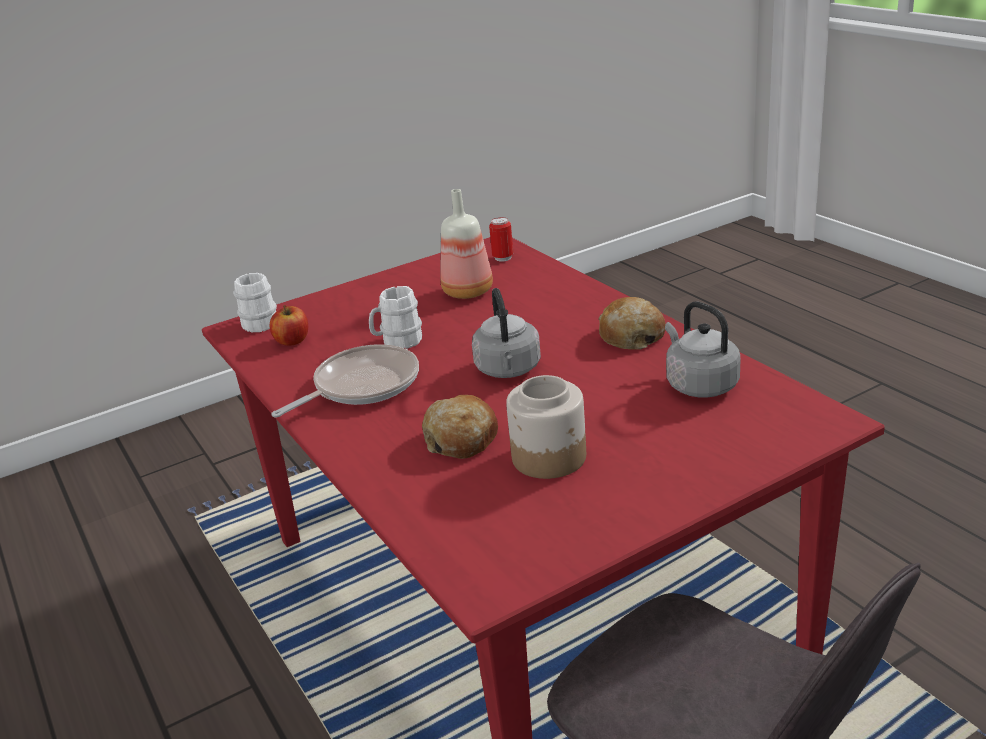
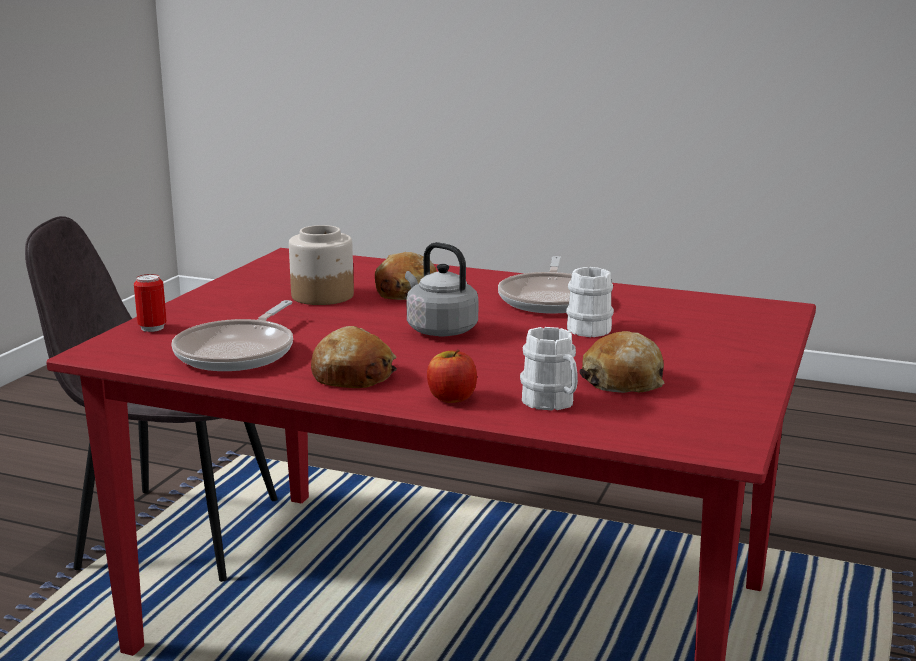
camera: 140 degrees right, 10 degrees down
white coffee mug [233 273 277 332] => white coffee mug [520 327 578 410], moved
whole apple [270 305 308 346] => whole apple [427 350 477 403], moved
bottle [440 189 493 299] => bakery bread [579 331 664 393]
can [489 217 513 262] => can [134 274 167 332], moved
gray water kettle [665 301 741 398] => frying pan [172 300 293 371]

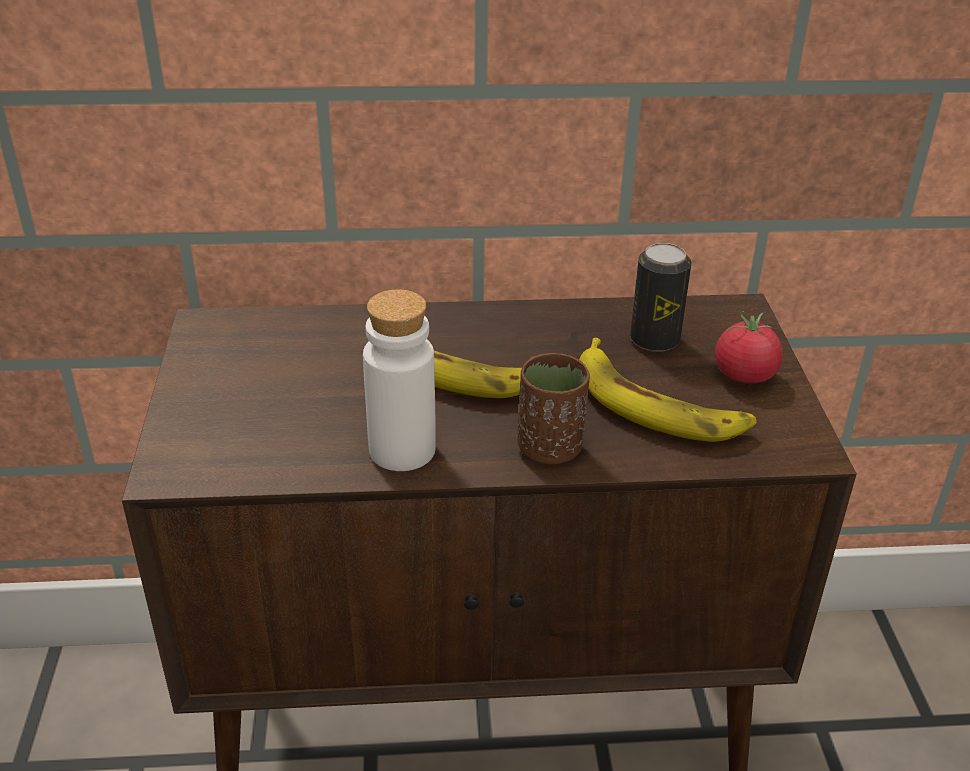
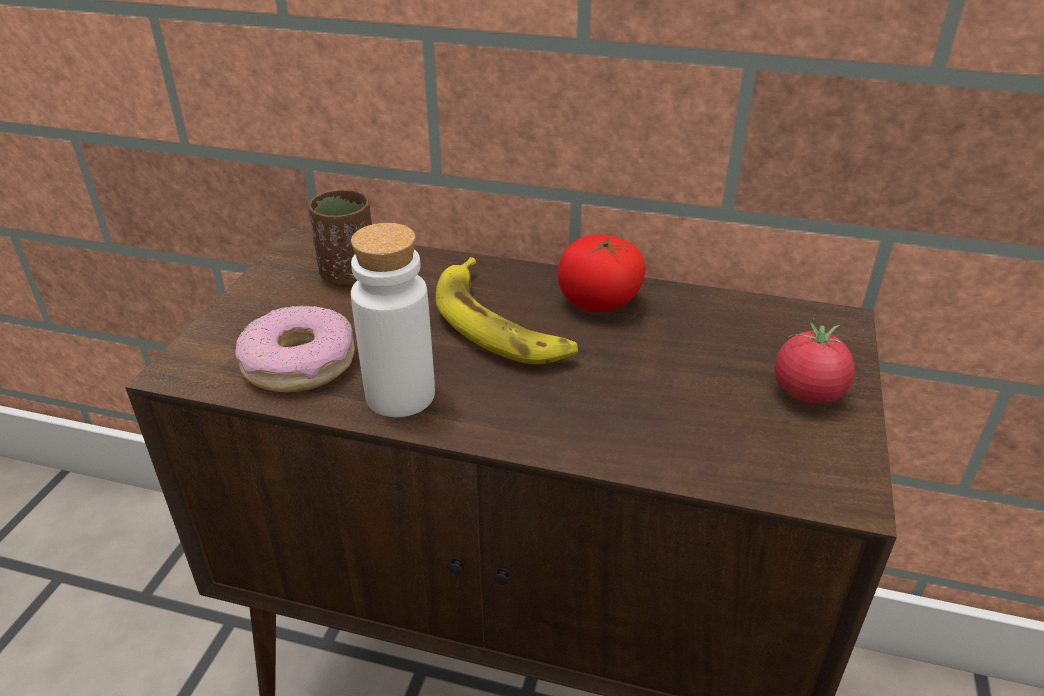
camera: 20 degrees right, 0 degrees up
brown-coloured small cup [518 353 590 464] => brown-coloured small cup [309 189 372 287], moved
banana [579 338 757 442] => nothing
can [630 243 692 352] => nothing
nothing => donut [235 306 355 392]
nothing => fresh tomato [557 235 646 312]

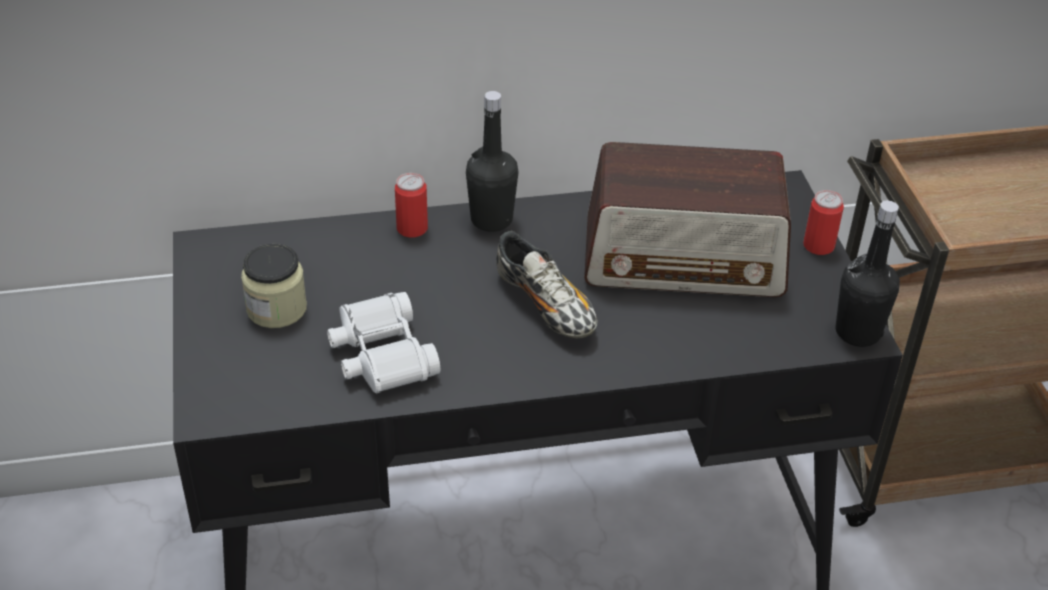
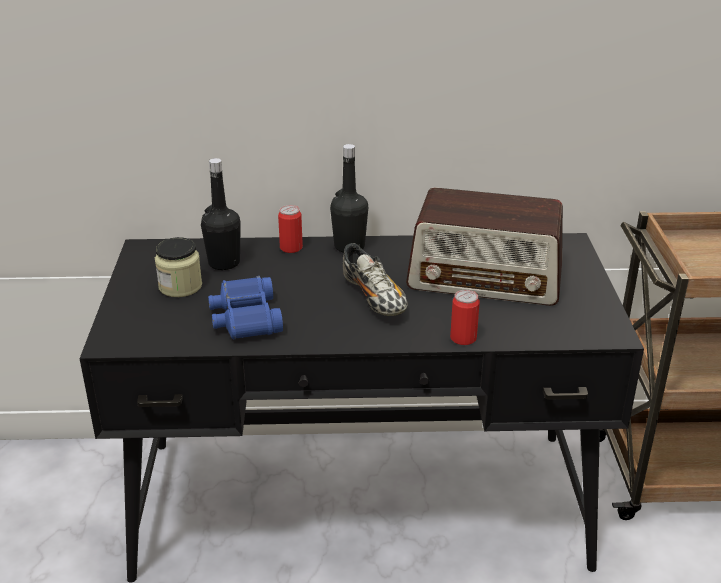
camera: 10 degrees right, 10 degrees down
white field glasses [327 292 440 393] => bluish field glasses [208 276 283 339]
can [803 190 844 255] => can [450 290 480 345], moved
black bottle [836 201 900 347] => black bottle [201 158 241 270], moved

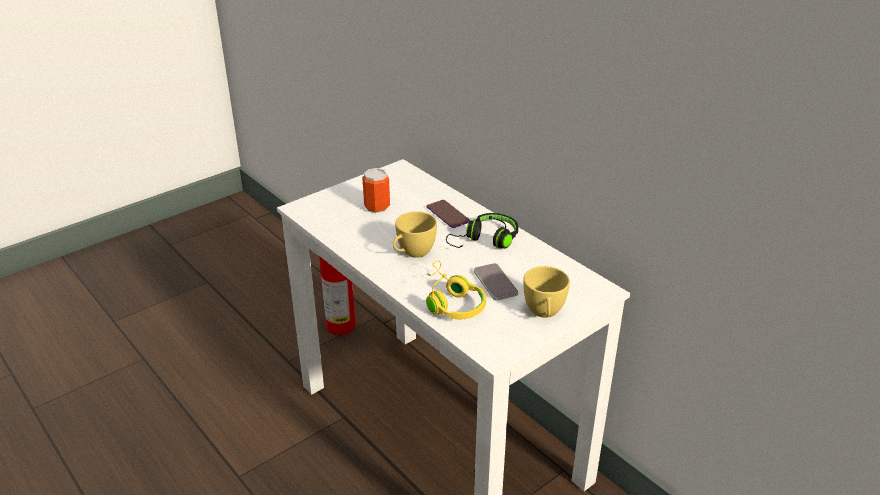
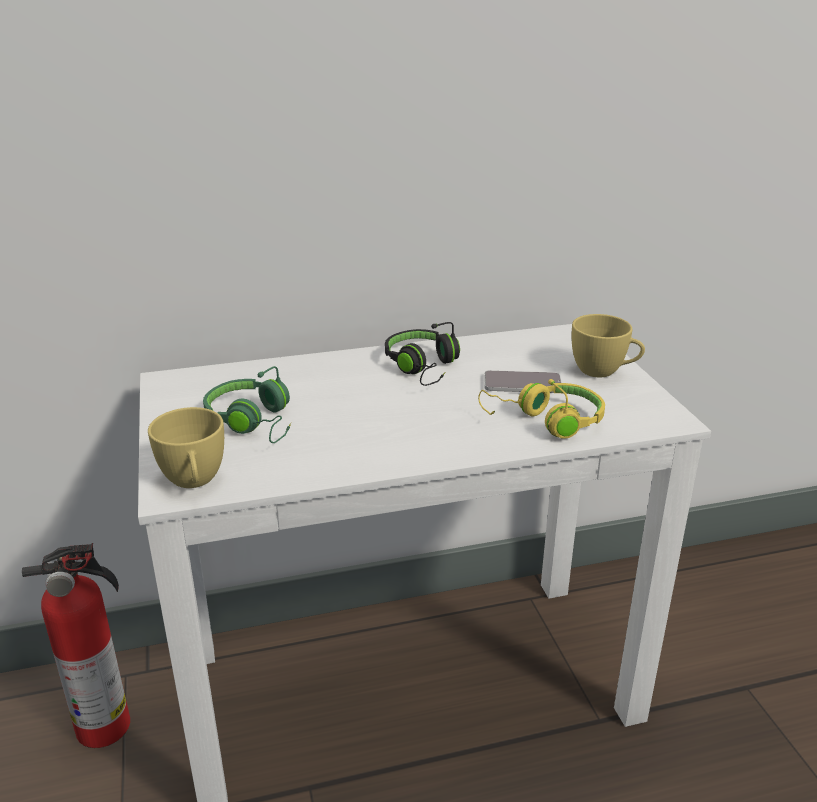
camera: 65 degrees left, 5 degrees down
can [362 168 390 213] => green-coloured headphones [203 366 291 443]
yellow-coloured small cup [392 211 437 258] => yellow-coloured small cup [148 407 224 488], moved
handset [427 200 470 228] => nothing

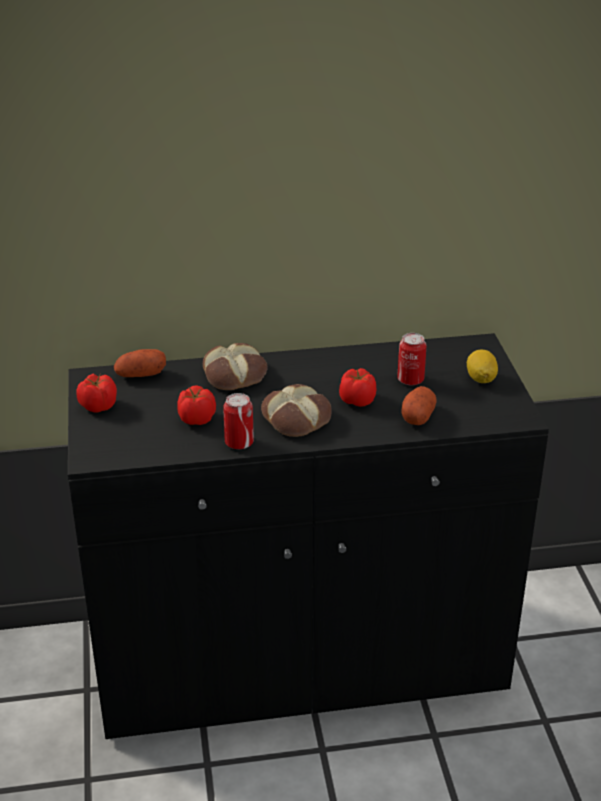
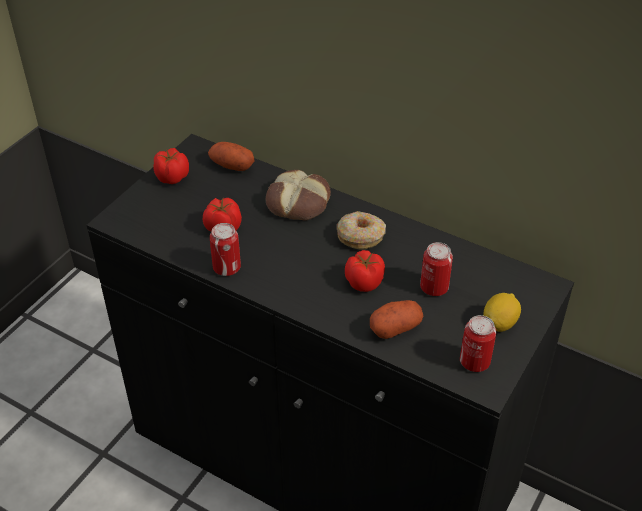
camera: 40 degrees right, 10 degrees up
bakery bread [261 384 332 437] => nothing
nothing => donut [337 211 386 249]
nothing => can [460 315 496 372]

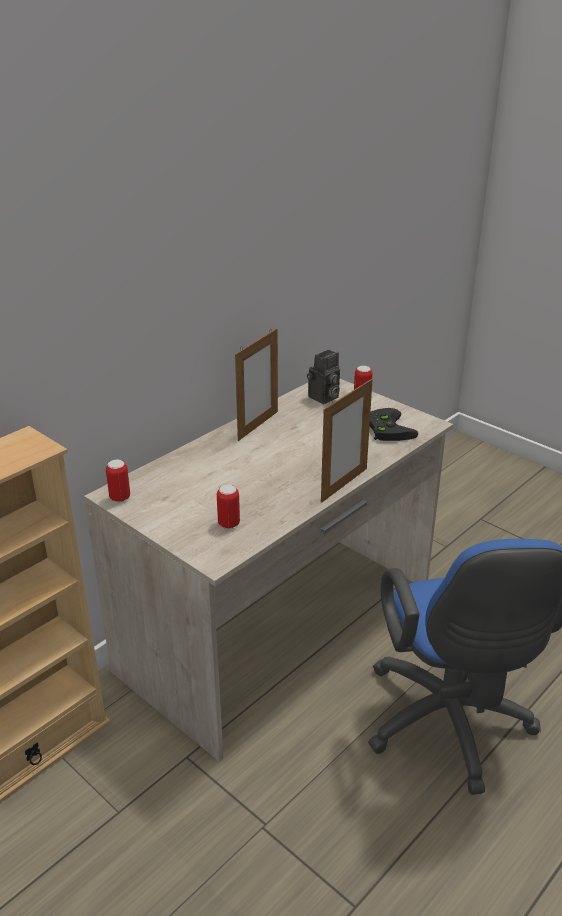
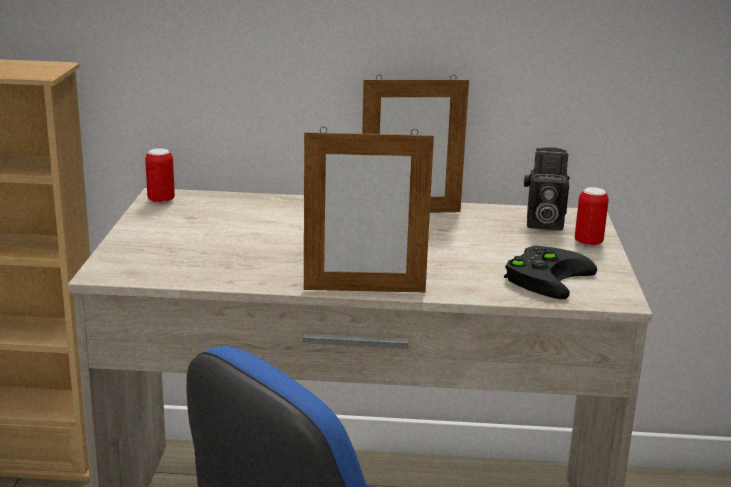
camera: 50 degrees right, 10 degrees down
can [217 484 240 529] => nothing

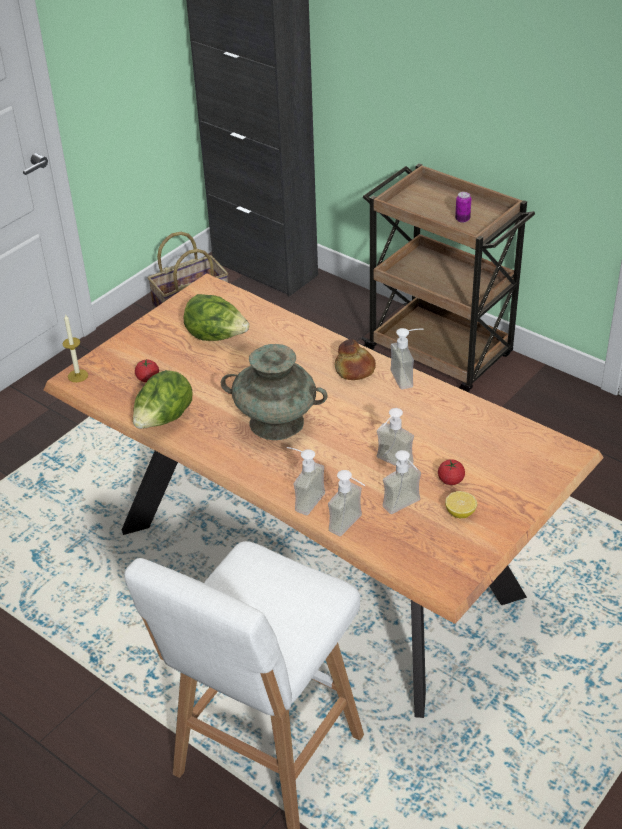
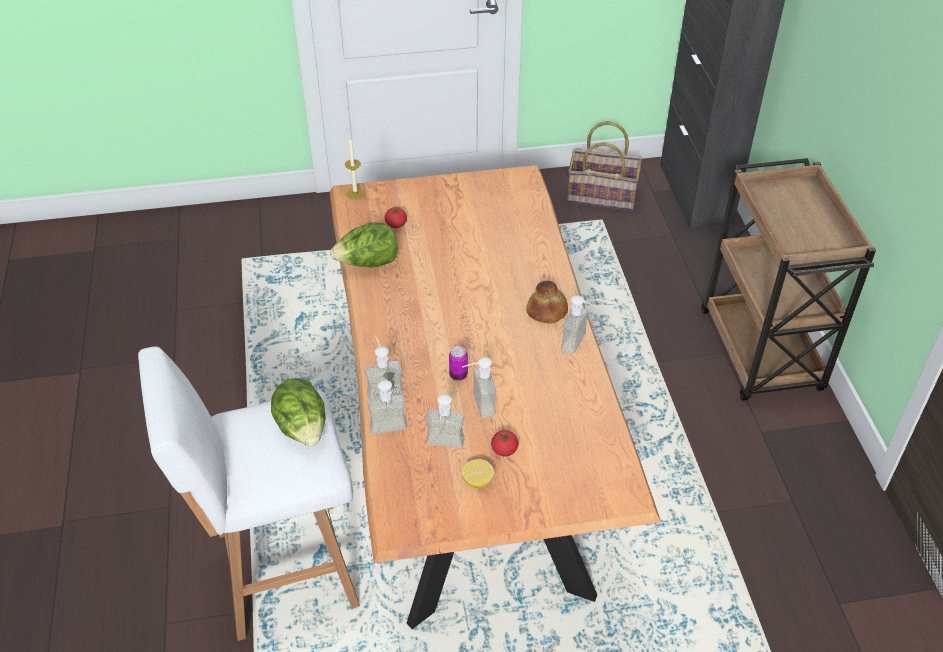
camera: 40 degrees right, 5 degrees up
head of lettuce [184 294 249 341] => head of lettuce [271 378 326 446], moved
blue-green flower vase [221 344 328 440] => nothing
can [455 192 471 223] => can [449 346 468 381], moved

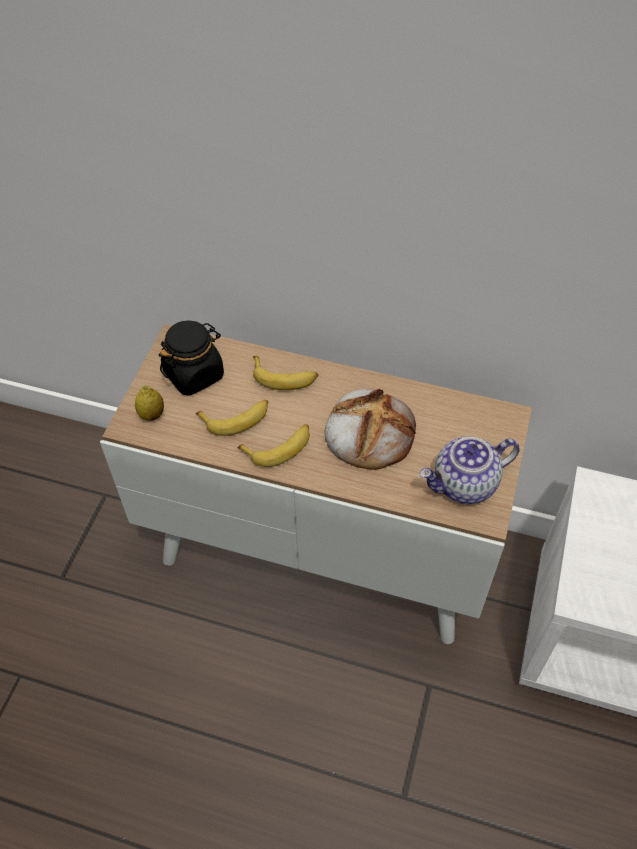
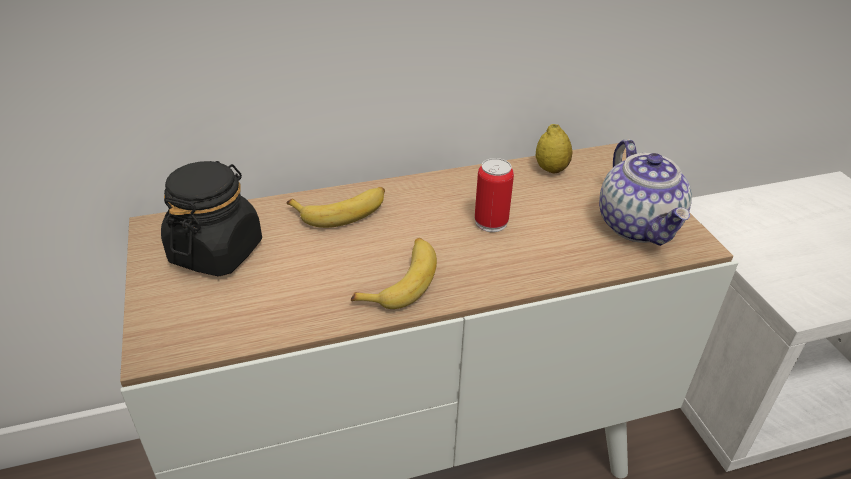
camera: 35 degrees left, 15 degrees down
citrus fruit [135 385 164 421] => citrus fruit [536 124 572 174], moved
banana [196 400 268 436] => nothing
bakery bread [325 389 416 470] => can [475 158 514 232]
tea pot [419 436 520 504] => tea pot [599 139 692 246], 45 degrees counterclockwise

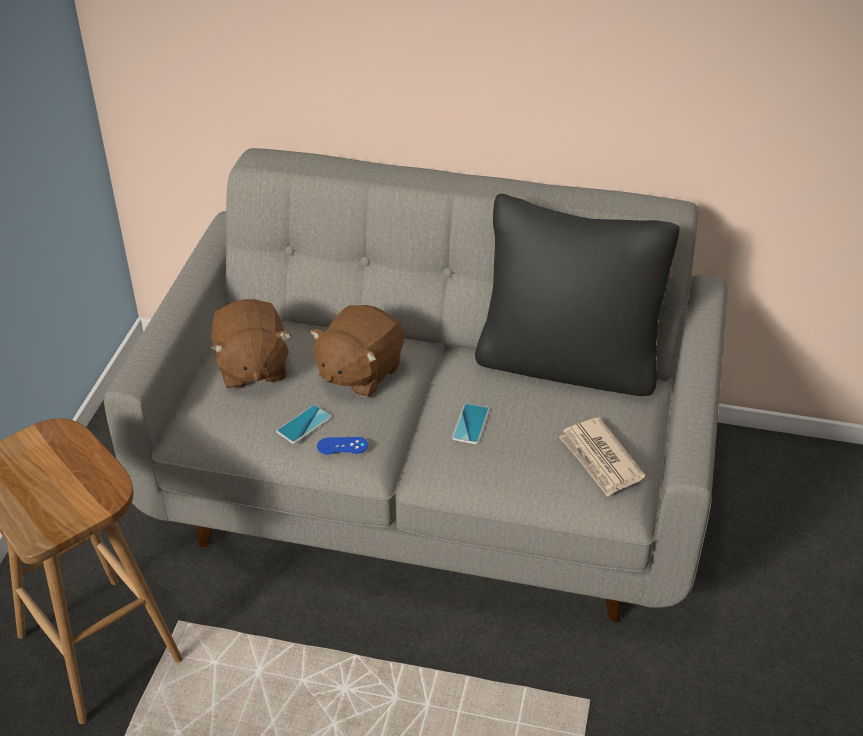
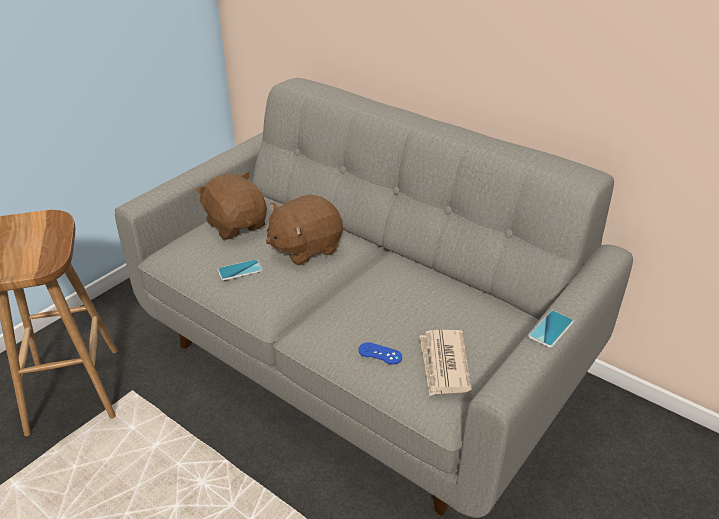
camera: 25 degrees right, 5 degrees down
brown-coloured cuddly toy [210 299 291 389] => brown-coloured cuddly toy [195 172 267 240], 135 degrees clockwise
bluish gamepad [317 437 368 455] => bluish gamepad [358 342 402 364], moved
handset [452 404 490 444] => handset [528 310 574 348], moved
black pillow [475 194 680 396] => nothing

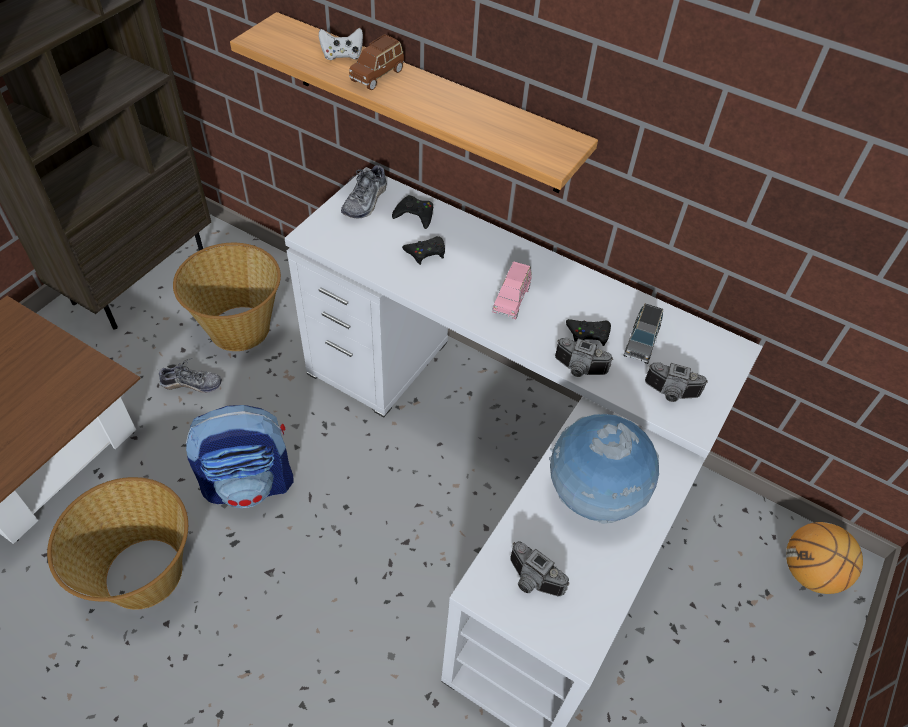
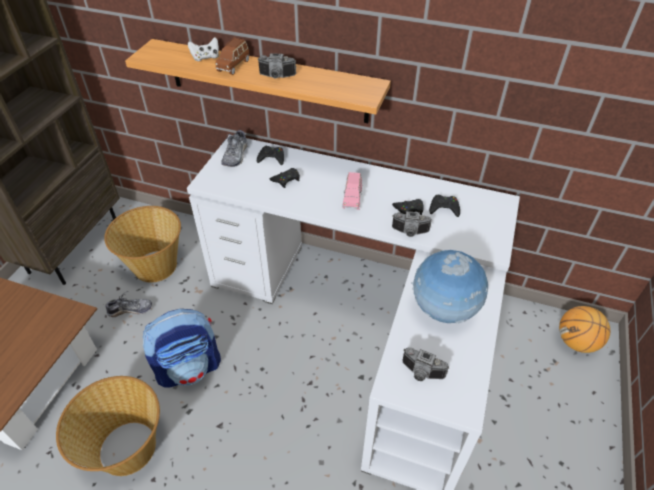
camera: 10 degrees left, 5 degrees down
gray toy car [623 303 663 364] => black gamepad [429 195 460 217]
still camera [645 362 708 402] => still camera [258 53 296 78], moved

